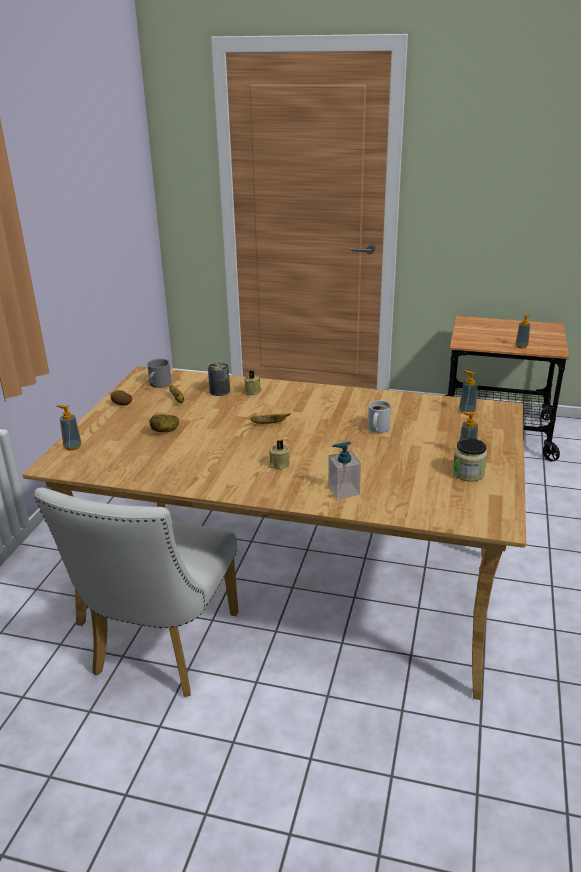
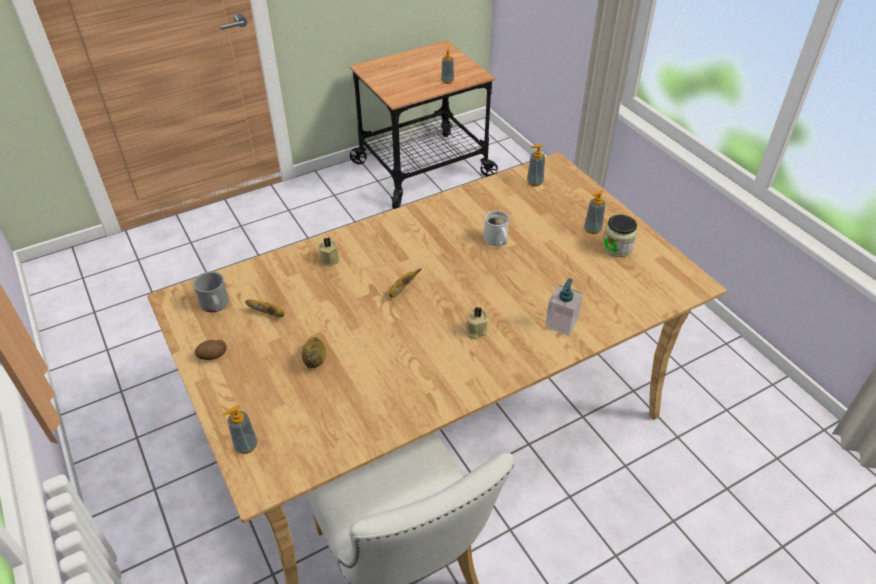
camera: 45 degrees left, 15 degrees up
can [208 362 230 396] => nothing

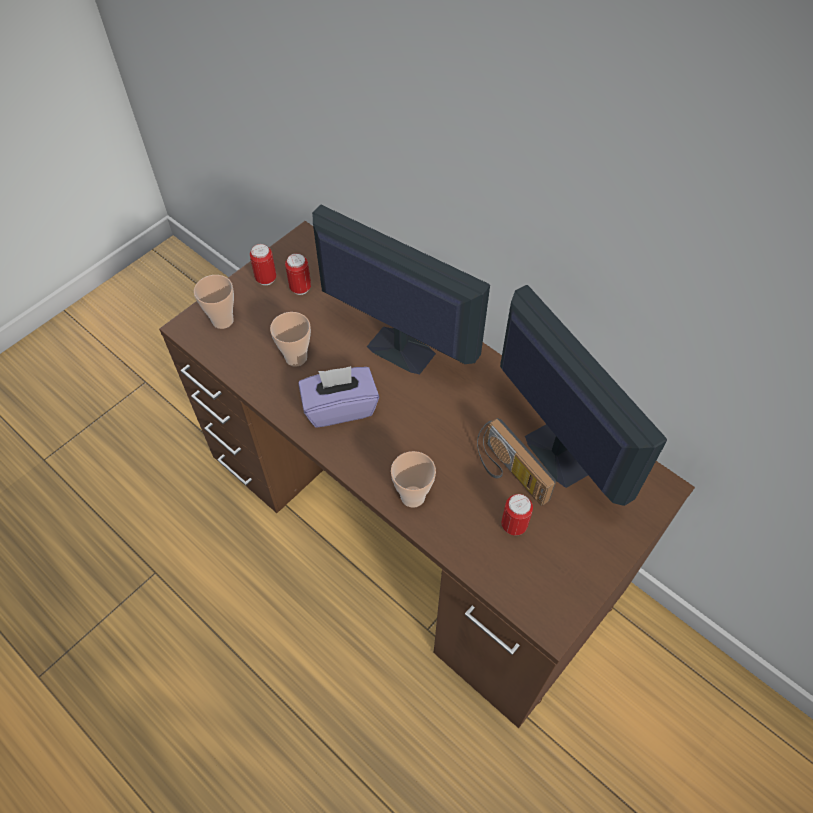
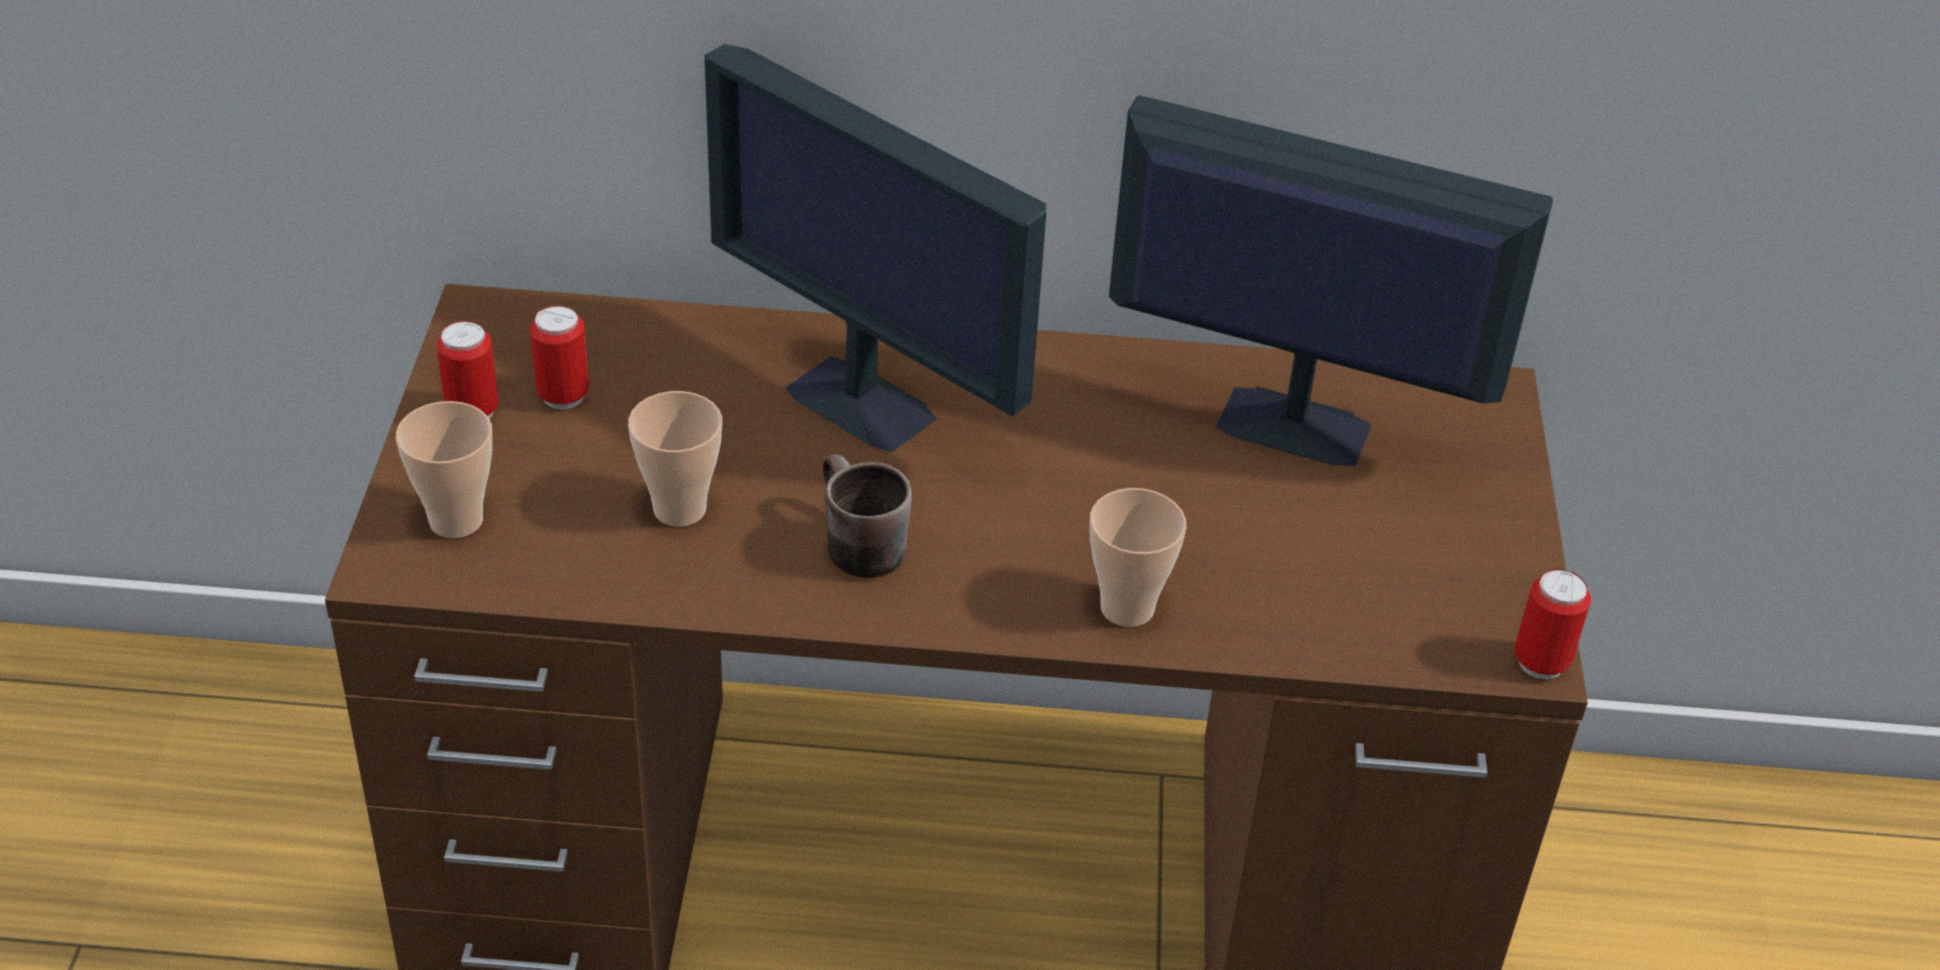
camera: 40 degrees left, 15 degrees down
purple tissue box [298 366 379 427] => brown-coloured coffee mug [823 454 912 578]
monitor [312 205 490 374] => monitor [704 43 1046 452], 135 degrees counterclockwise
radio receiver [477 418 556 505] => nothing
can [501 494 533 536] => can [1515 569 1591 679], moved

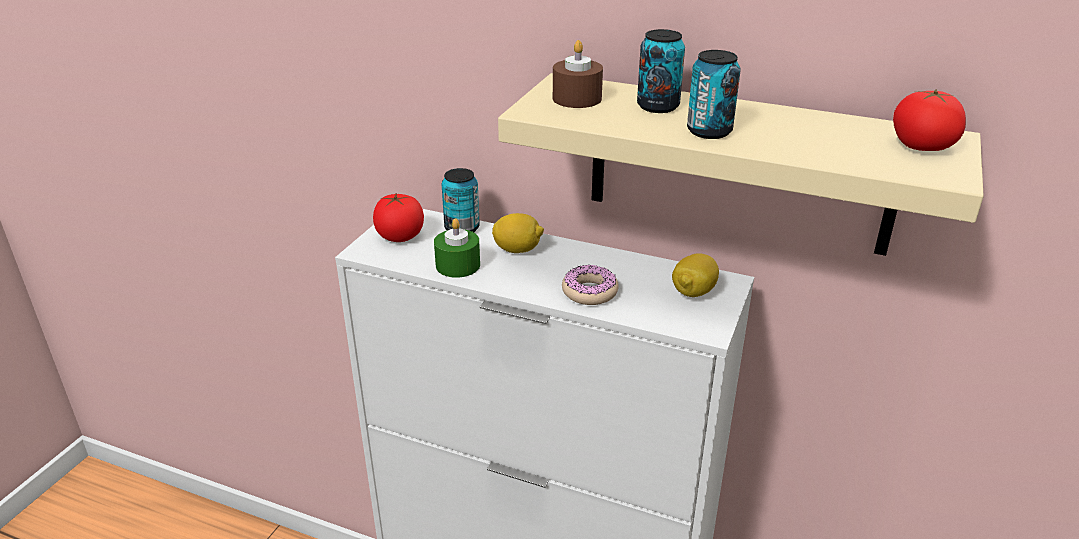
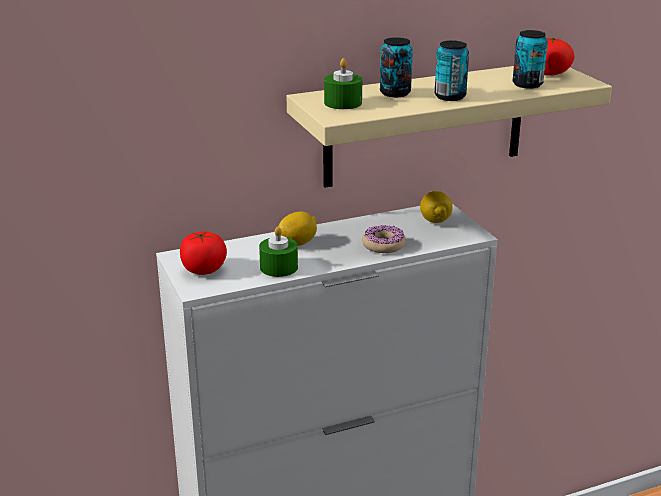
camera: 45 degrees left, 5 degrees down
can [442 168 480 232] => can [513 30 548 89], moved
brown-coloured wax light [553 40 603 108] => green-coloured wax light [324 58 362 109]

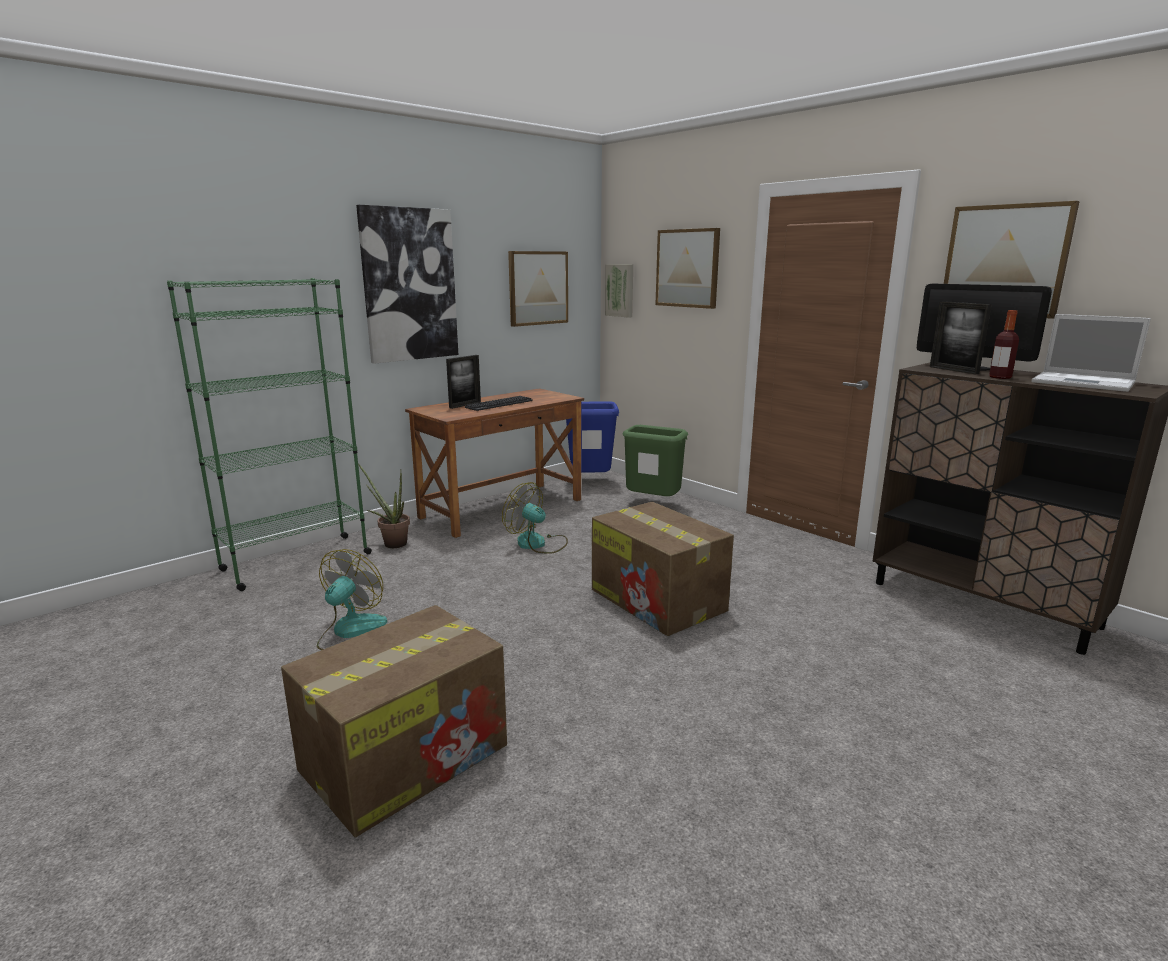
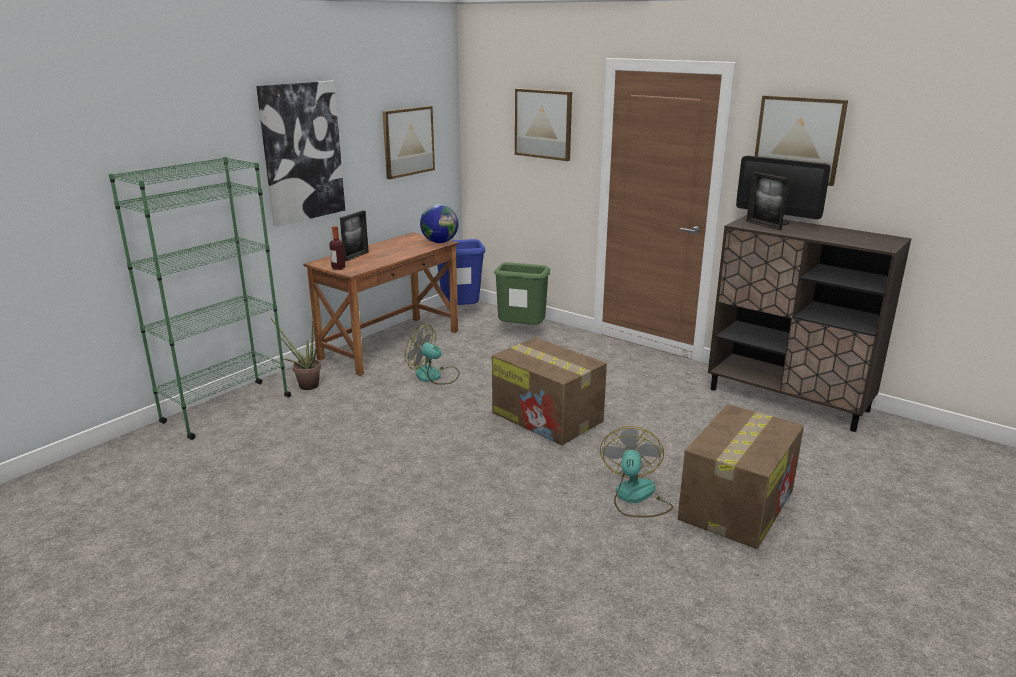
camera: 10 degrees left, 5 degrees up
cardboard box [281 605 507 837] => cardboard box [678 404 804 549], moved
cooling fan [317 549 387 650] => cooling fan [600 426 673 517], moved
PC keyboard [465 396 533 411] => nothing
wall art [605 264 633 318] => nothing
bottle [989 310 1019 379] => bottle [329 226 345 270], moved
notebook computer [1031 314 1151 392] => nothing
nothing => globe [420 204 458 243]

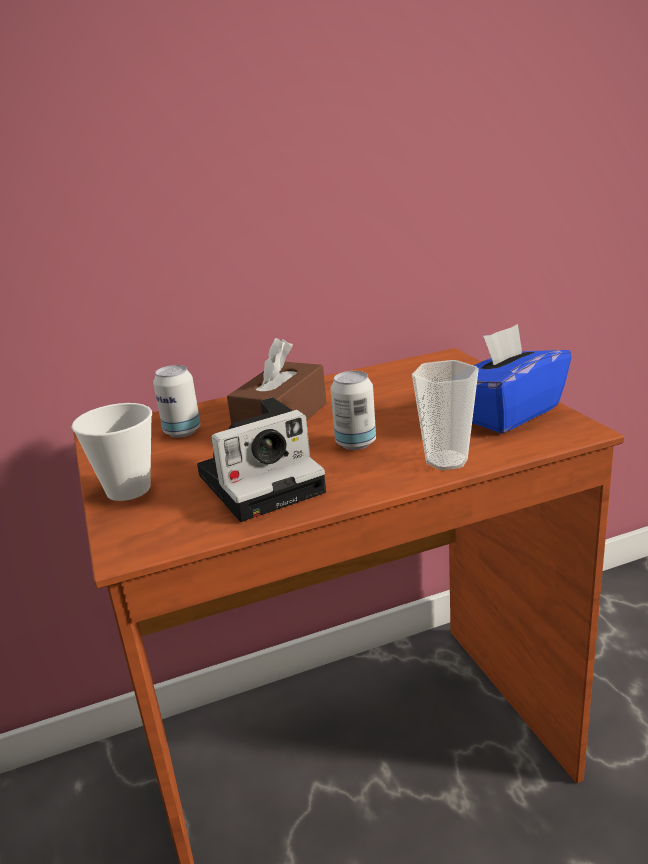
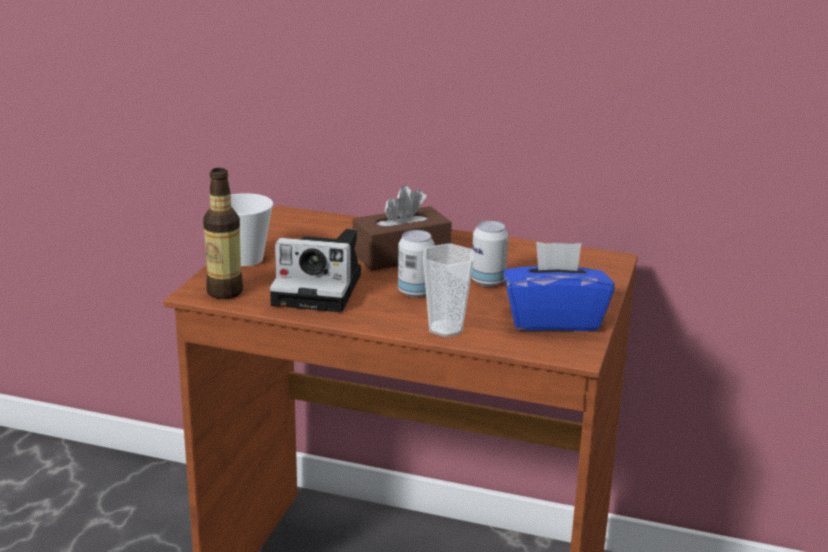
camera: 35 degrees right, 0 degrees up
can [153 365 201 438] => can [471 221 508 287], moved
nothing => bottle [203 168 243 299]

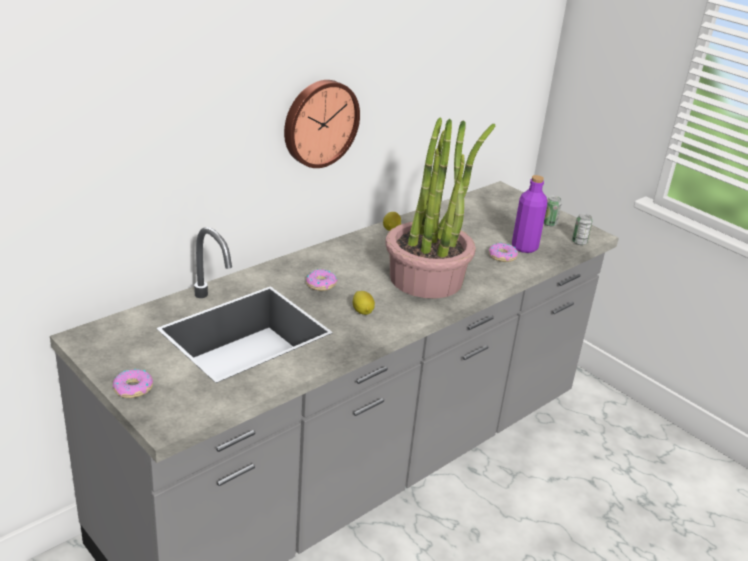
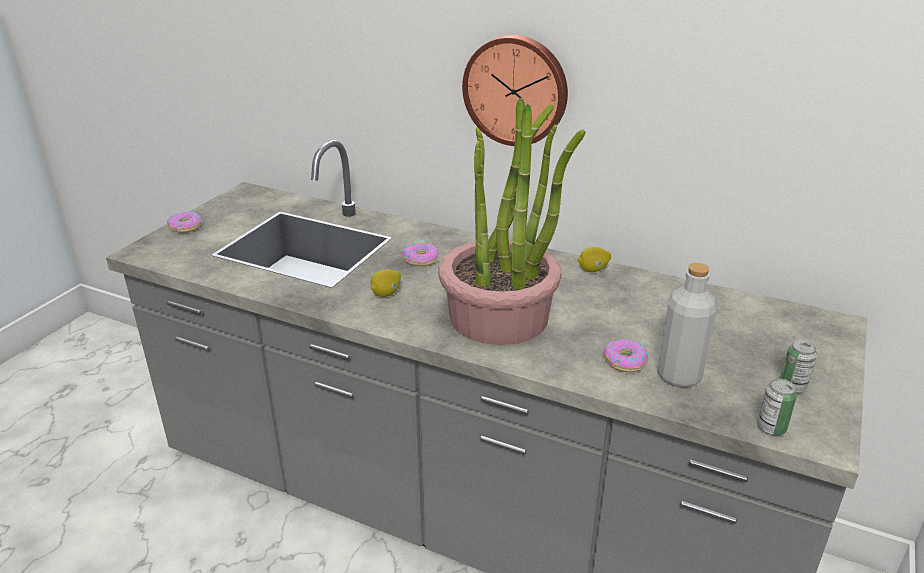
camera: 70 degrees right, 0 degrees up
purple bottle [512 175 547 253] => gray bottle [657 263 716 388]

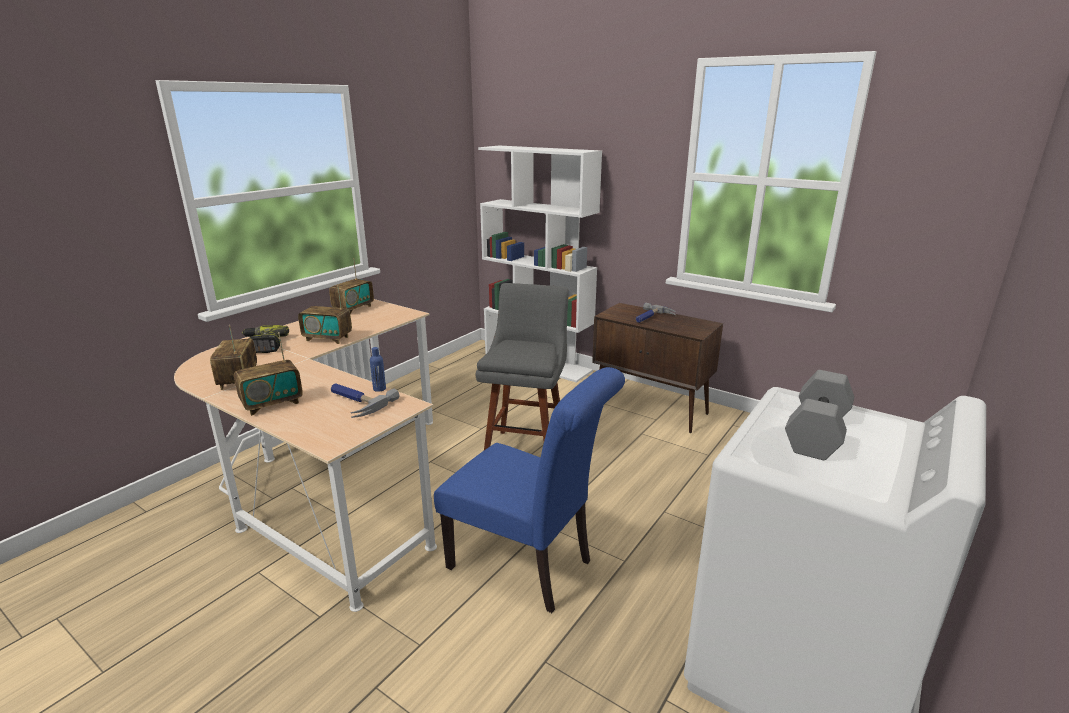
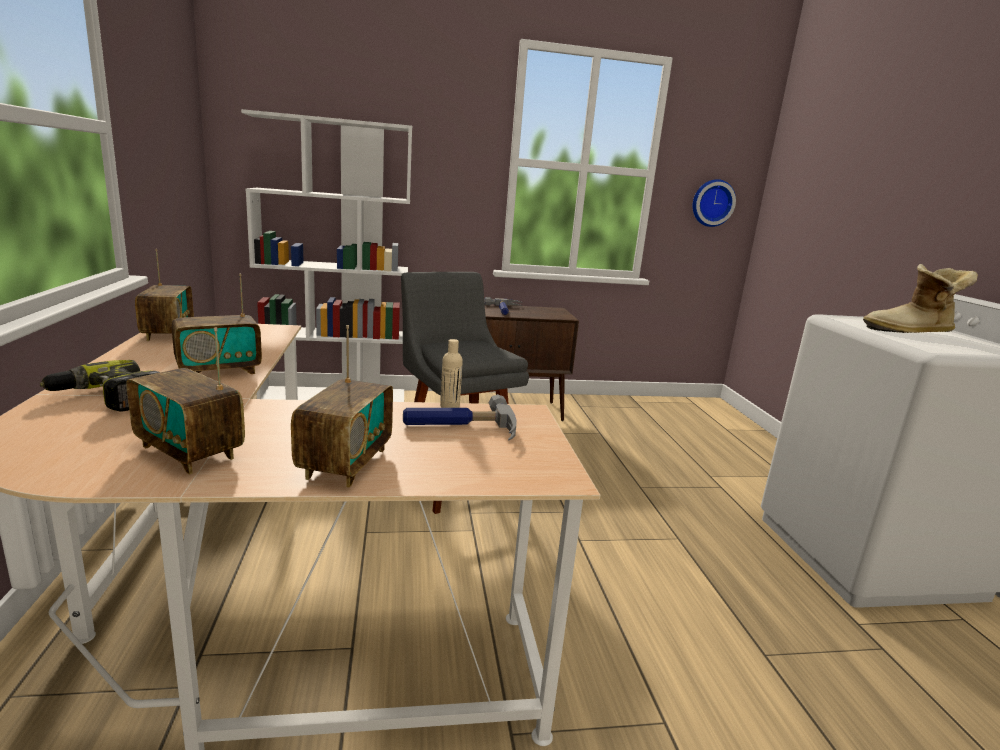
camera: 45 degrees left, 5 degrees down
bluish bottle [370 347 386 392] => beige-coloured bottle [440 339 463 408]
bluish chair [434 367 625 613] => nothing
gray free weight [785 370 854 460] => boot [863 264 978 333]
nothing => wall clock [693 179 736 227]

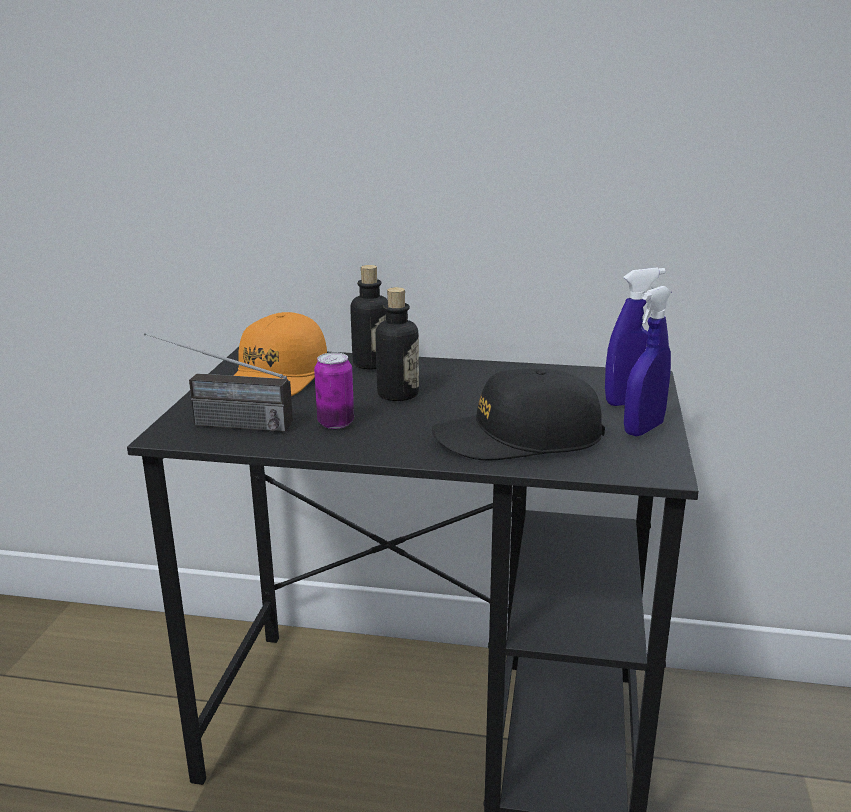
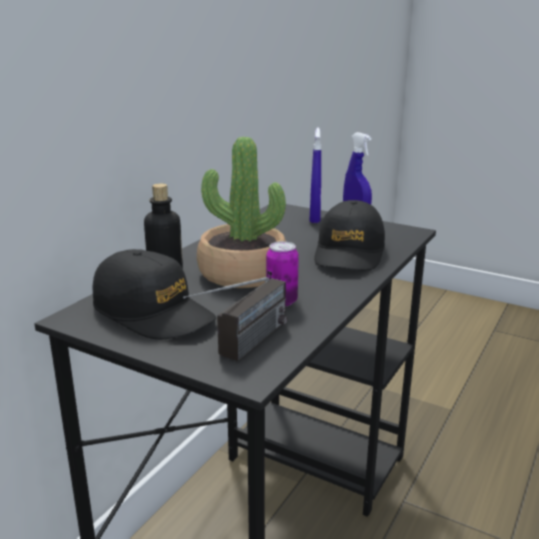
camera: 70 degrees left, 0 degrees up
orange-coloured peaked cap [234 312 327 396] => black peaked cap [93 249 216 340]
bottle [375 287 419 401] => potted plant [197 137 286 288]

